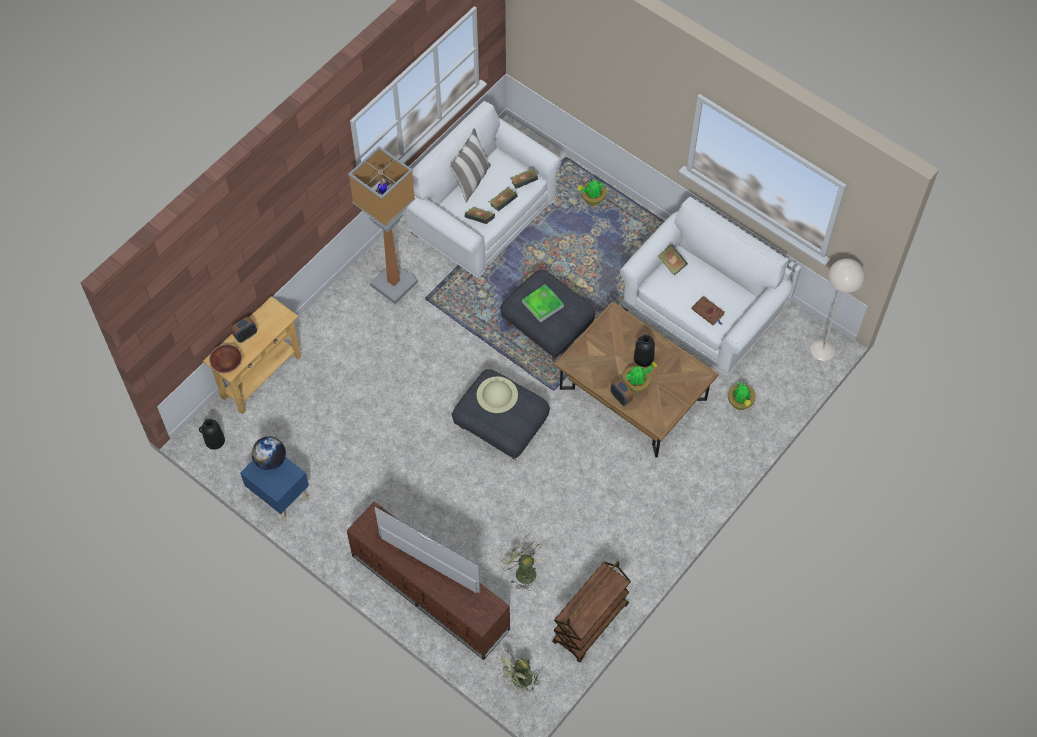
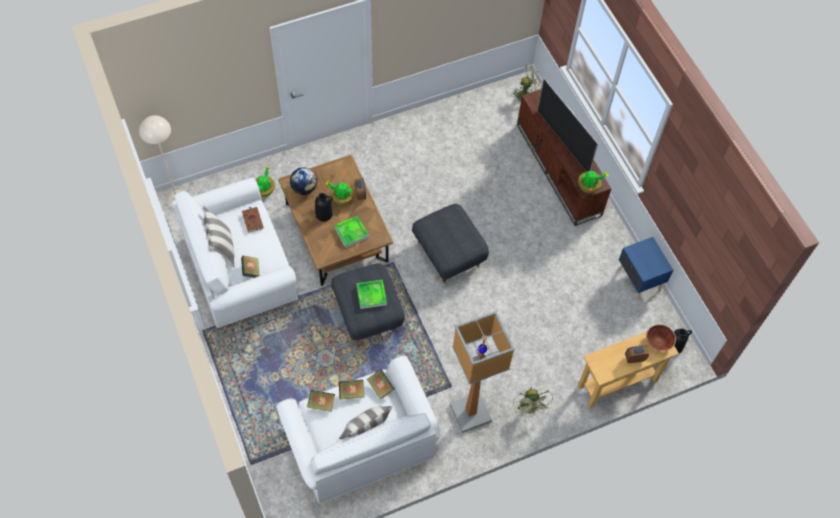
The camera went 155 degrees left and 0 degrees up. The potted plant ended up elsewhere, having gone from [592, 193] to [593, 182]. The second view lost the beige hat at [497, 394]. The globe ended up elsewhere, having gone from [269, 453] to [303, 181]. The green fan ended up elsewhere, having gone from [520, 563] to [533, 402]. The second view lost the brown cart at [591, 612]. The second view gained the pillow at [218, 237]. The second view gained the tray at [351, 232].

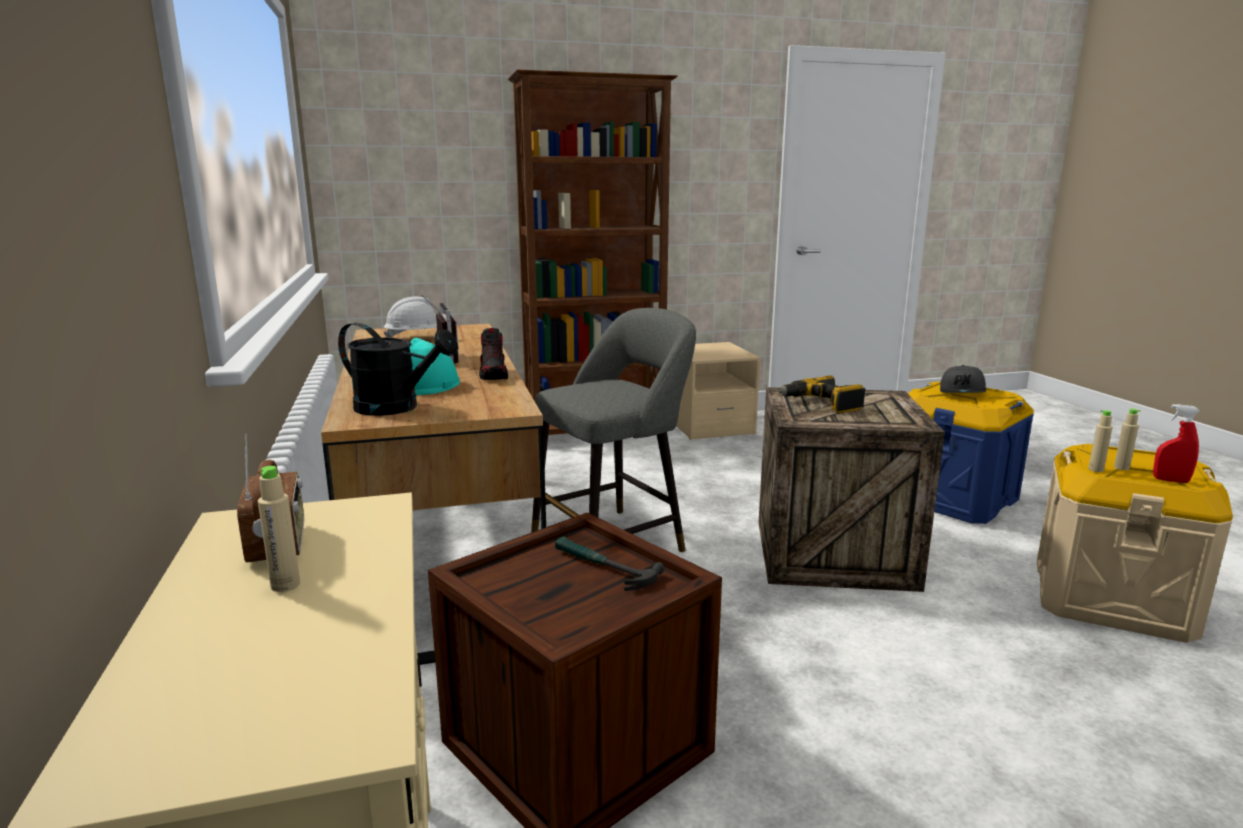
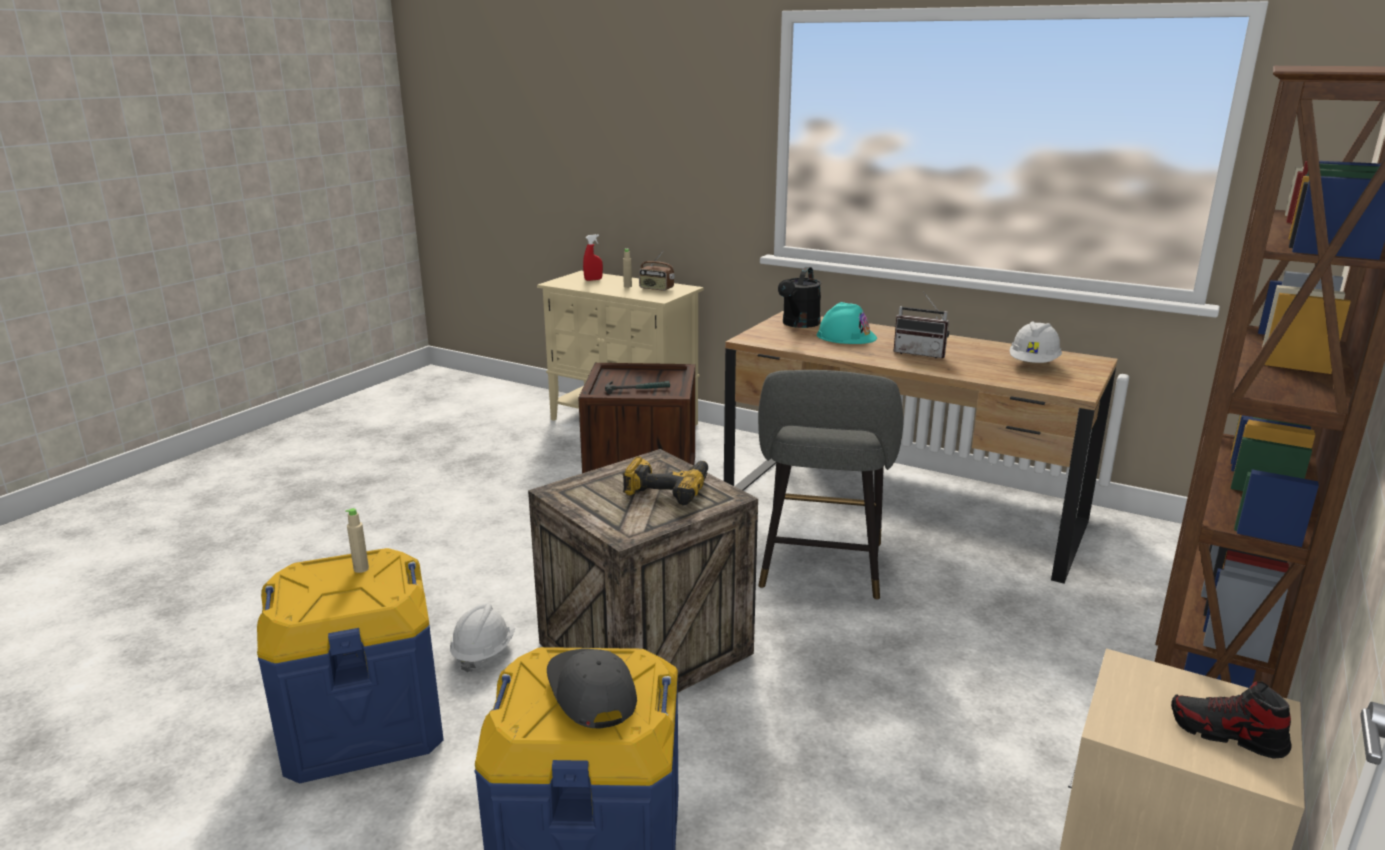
The camera went 135 degrees right and 5 degrees up. The black watering can at [398, 369] ended up facing another way, 45 degrees counterclockwise from before. The shoe ended up elsewhere, having gone from [493, 354] to [1231, 720]. The red spray bottle ended up elsewhere, having gone from [1177, 443] to [593, 257]. The second view lost the beige bottle at [1100, 441]. What was the beige storage box at [1135, 543] turned into the blue storage box at [350, 665]. The second view gained the white hard hat at [482, 638].

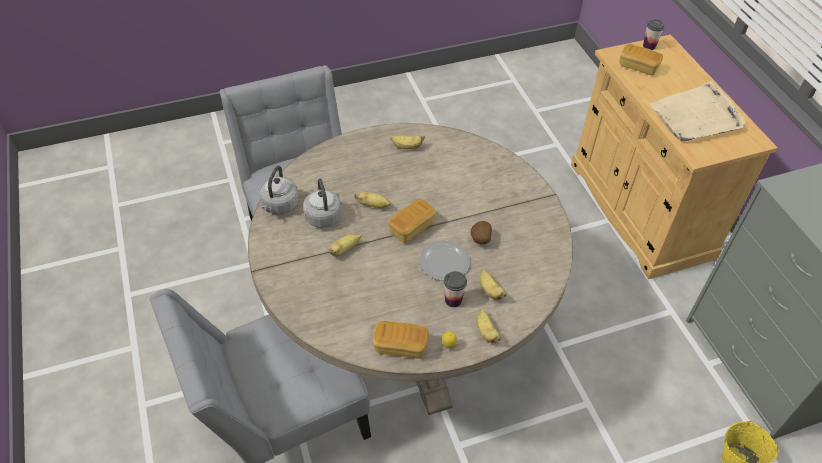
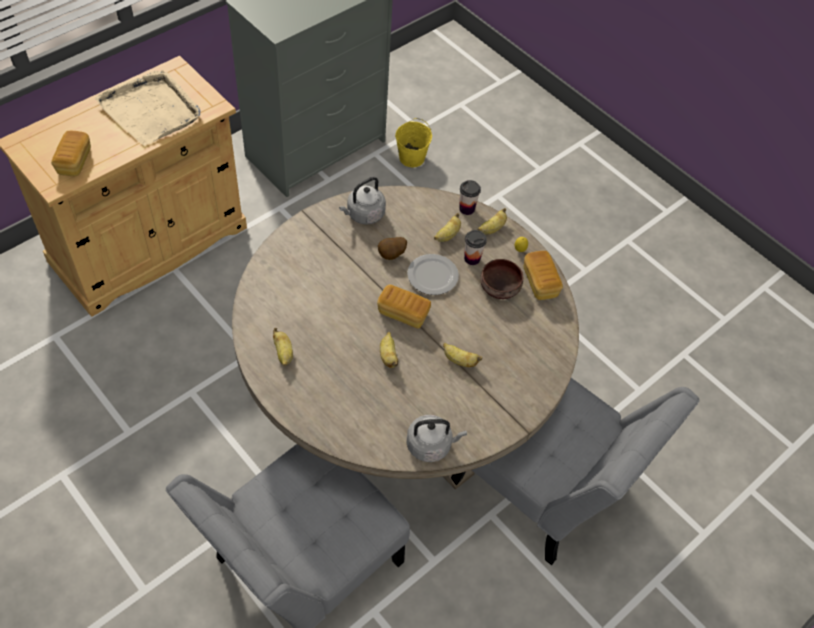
The camera went 115 degrees left and 5 degrees up. The cup ended up elsewhere, having gone from [654, 34] to [470, 197]. The grey kettle ended up elsewhere, having gone from [322, 203] to [362, 201]. The second view gained the brown bowl at [501, 279].

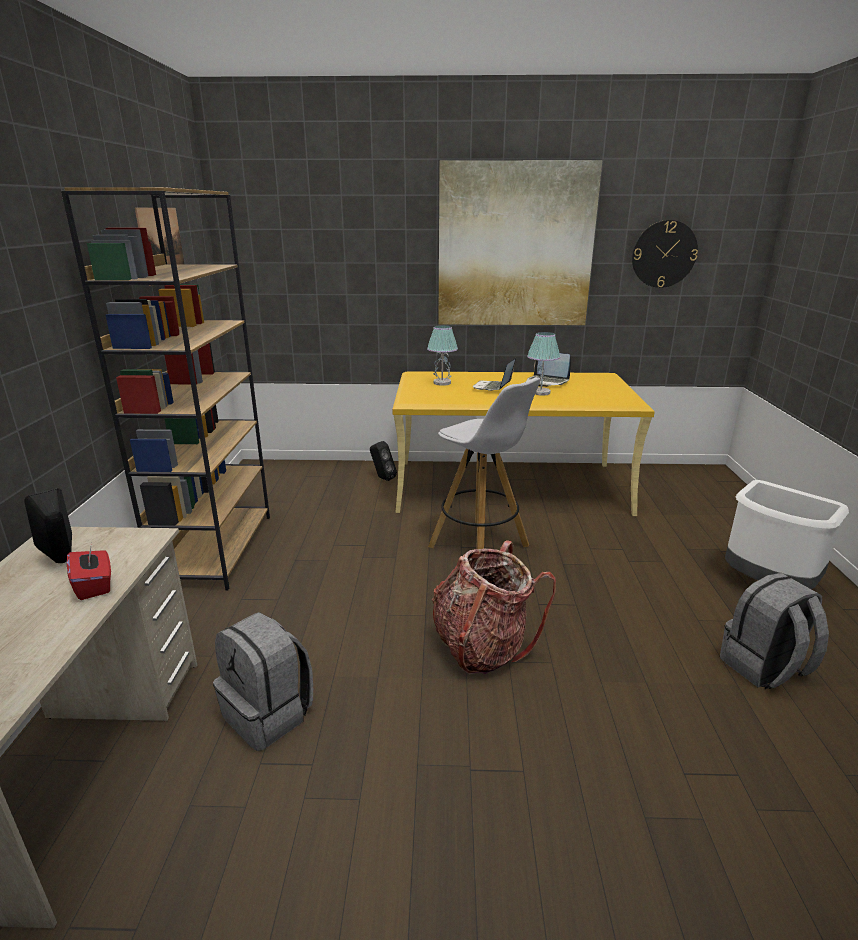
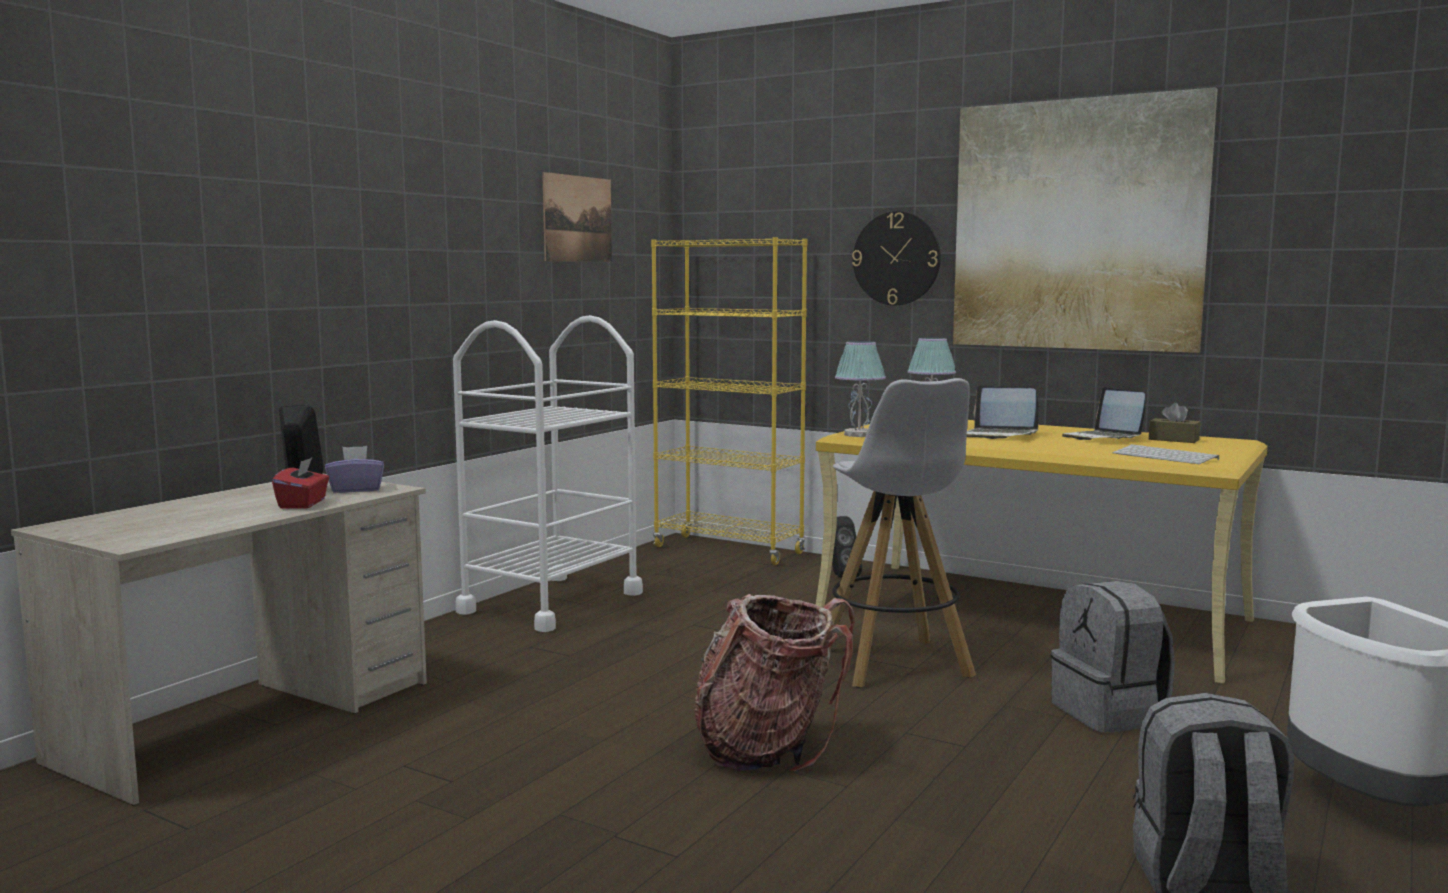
The camera went 30 degrees right and 15 degrees down. Where the brown bookcase stood at [165, 389], the white cart came to stand at [548, 473]. The wall clock ended up elsewhere, having gone from [665, 254] to [896, 258]. The table lamp ended up elsewhere, having gone from [543, 364] to [860, 389]. The laptop at [494, 374] ended up facing another way, 105 degrees counterclockwise from before. The grey backpack ended up elsewhere, having gone from [263, 681] to [1113, 657]. The second view gained the yellow bookcase at [729, 401]. The second view gained the brown tissue box at [1175, 423]. The second view gained the keyboard at [1166, 454]. The second view gained the purple tissue box at [354, 469].

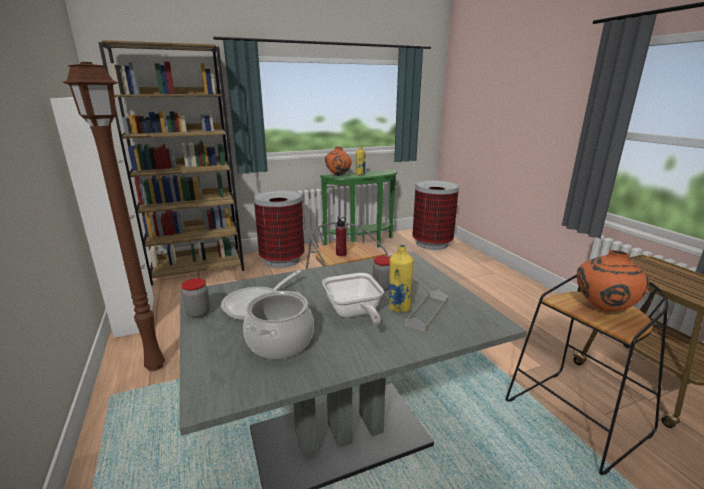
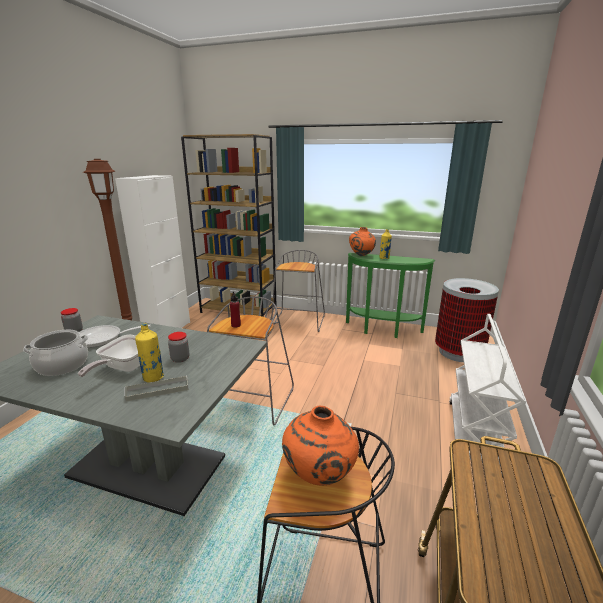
The camera went 40 degrees right and 0 degrees up. Where the trash can stood at [279, 229], the grey stool came to stand at [298, 291]. The second view gained the white cart at [487, 395].

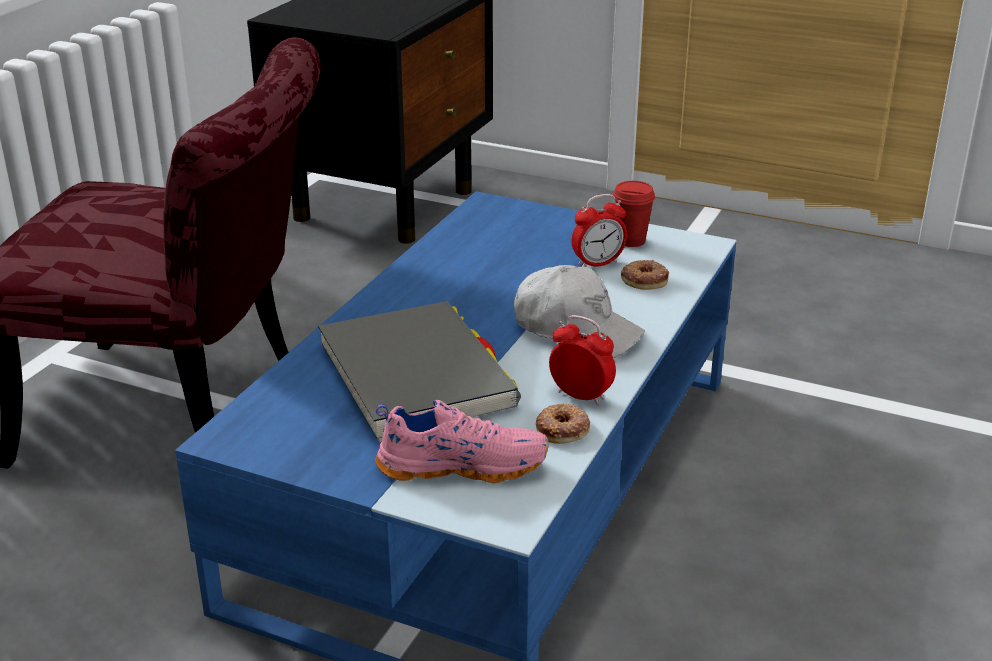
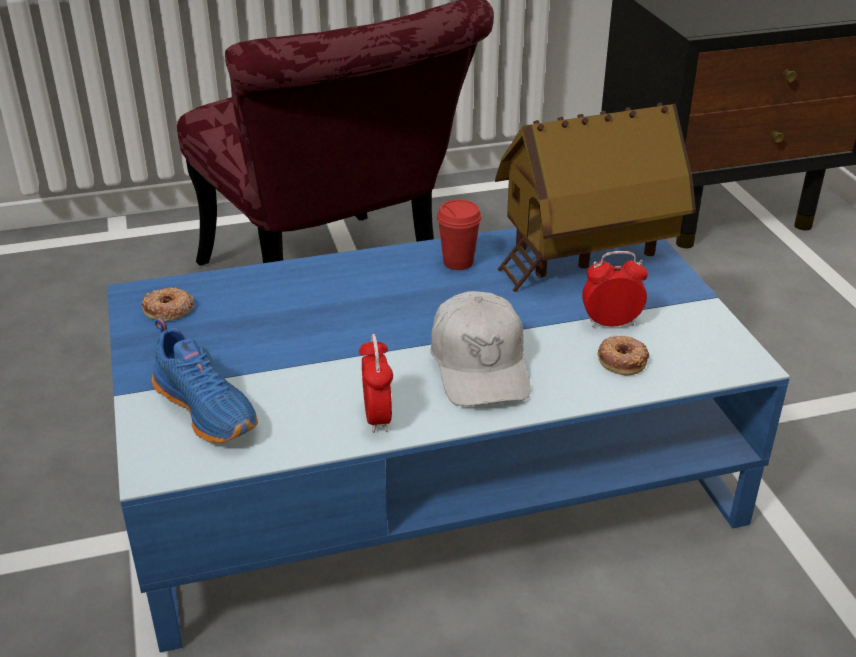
The camera went 50 degrees right and 5 degrees up. The red cup ended up elsewhere, having gone from [634, 214] to [459, 235]. The alarm clock at [599, 230] ended up facing another way, 150 degrees clockwise from before. The second view lost the grey book at [419, 371]. What was the pink shoe at [462, 441] turned into the blue shoe at [205, 380]. The donut ended up elsewhere, having gone from [563, 423] to [168, 304]. The second view gained the toy house at [595, 197].

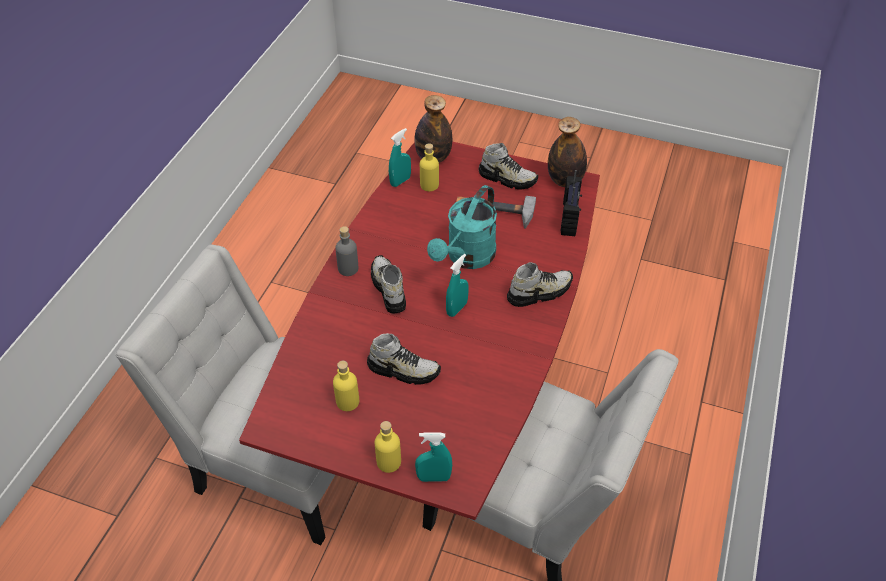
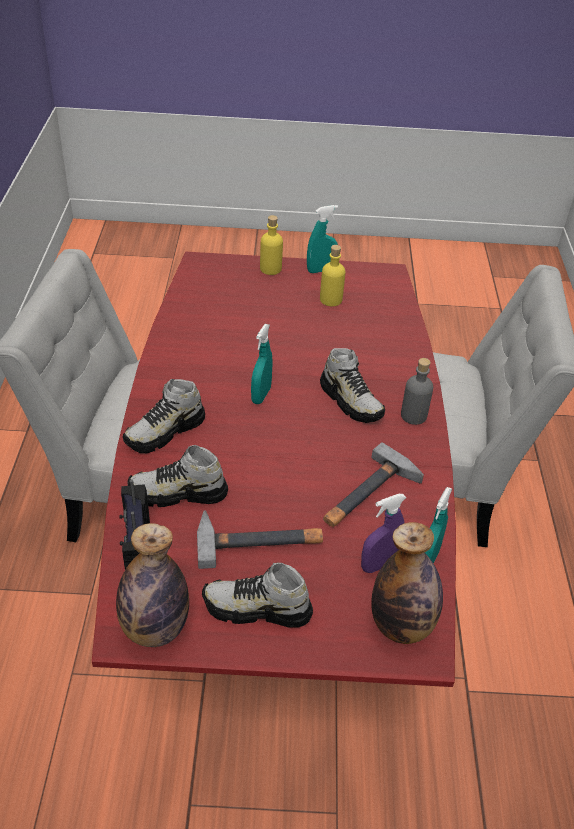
The camera went 160 degrees right and 5 degrees down. Where the yellow bottle stood at [429, 167], the purple spray bottle came to stand at [383, 533]. The second view lost the turquoise watering can at [462, 227]. The shoe ended up elsewhere, having gone from [404, 359] to [177, 476]. The turquoise spray bottle ended up elsewhere, having gone from [433, 457] to [322, 239]. The second view gained the hammer at [373, 484].

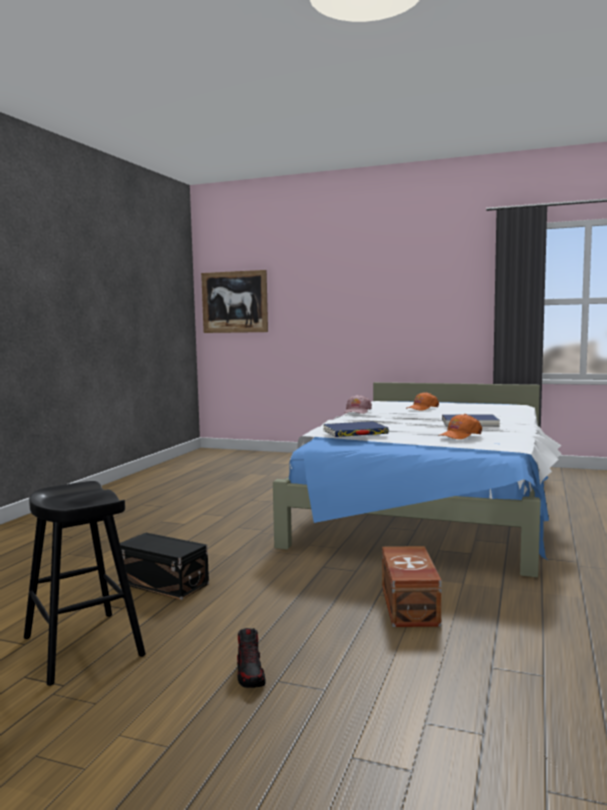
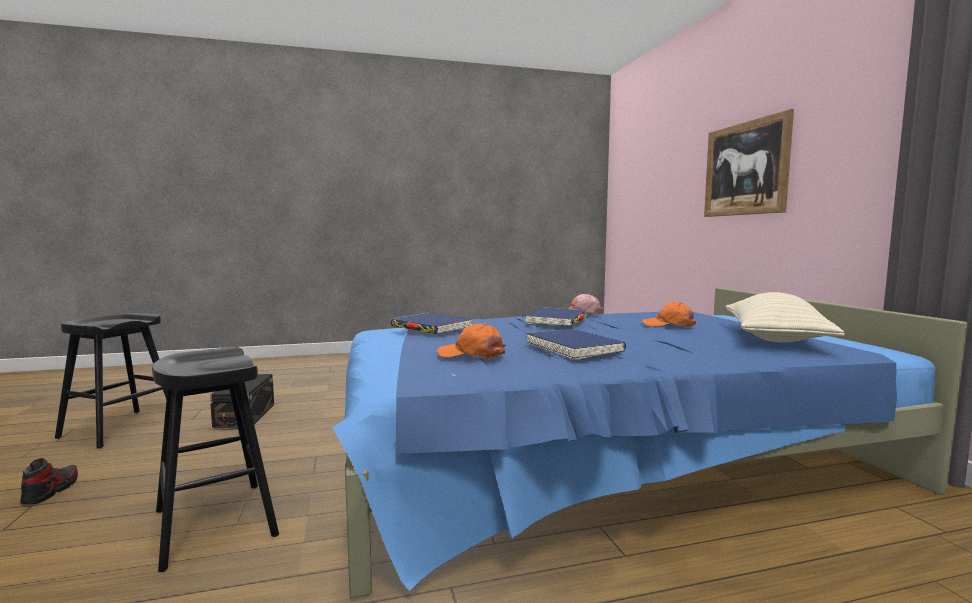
The camera went 55 degrees right and 0 degrees up. The picture ended up elsewhere, having gone from [234, 301] to [749, 163]. What was the white bed at [417, 479] turned into the blue bed at [649, 443]. Where the brown storage box stood at [411, 586], the black stool came to stand at [215, 459]. The shoe at [251, 658] ended up facing another way, 135 degrees clockwise from before. The second view gained the beige pillow at [785, 317]. The second view gained the blue book at [556, 317].

